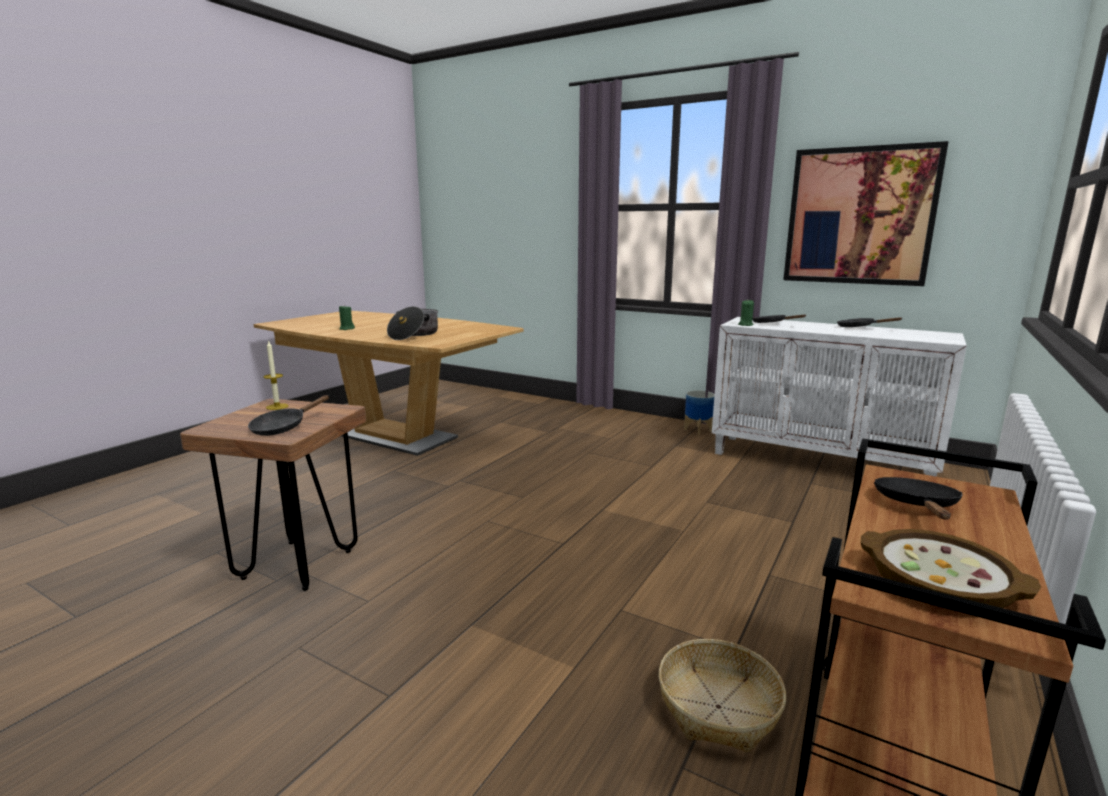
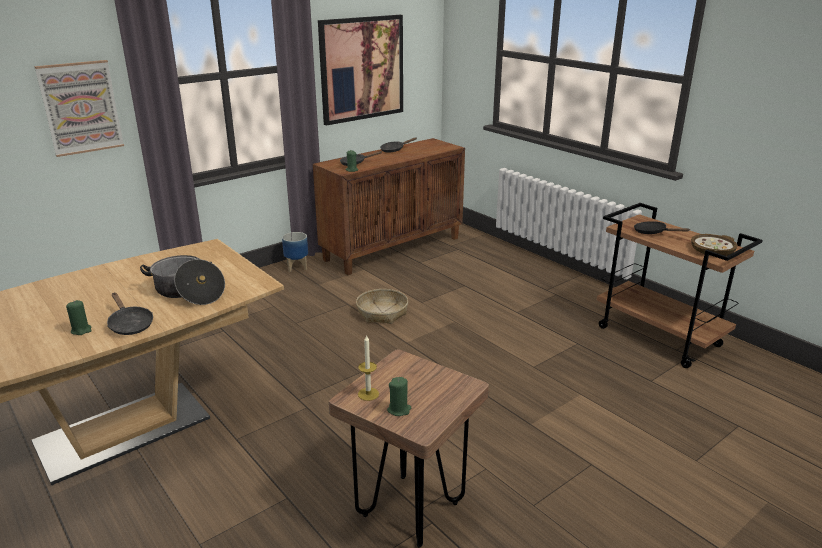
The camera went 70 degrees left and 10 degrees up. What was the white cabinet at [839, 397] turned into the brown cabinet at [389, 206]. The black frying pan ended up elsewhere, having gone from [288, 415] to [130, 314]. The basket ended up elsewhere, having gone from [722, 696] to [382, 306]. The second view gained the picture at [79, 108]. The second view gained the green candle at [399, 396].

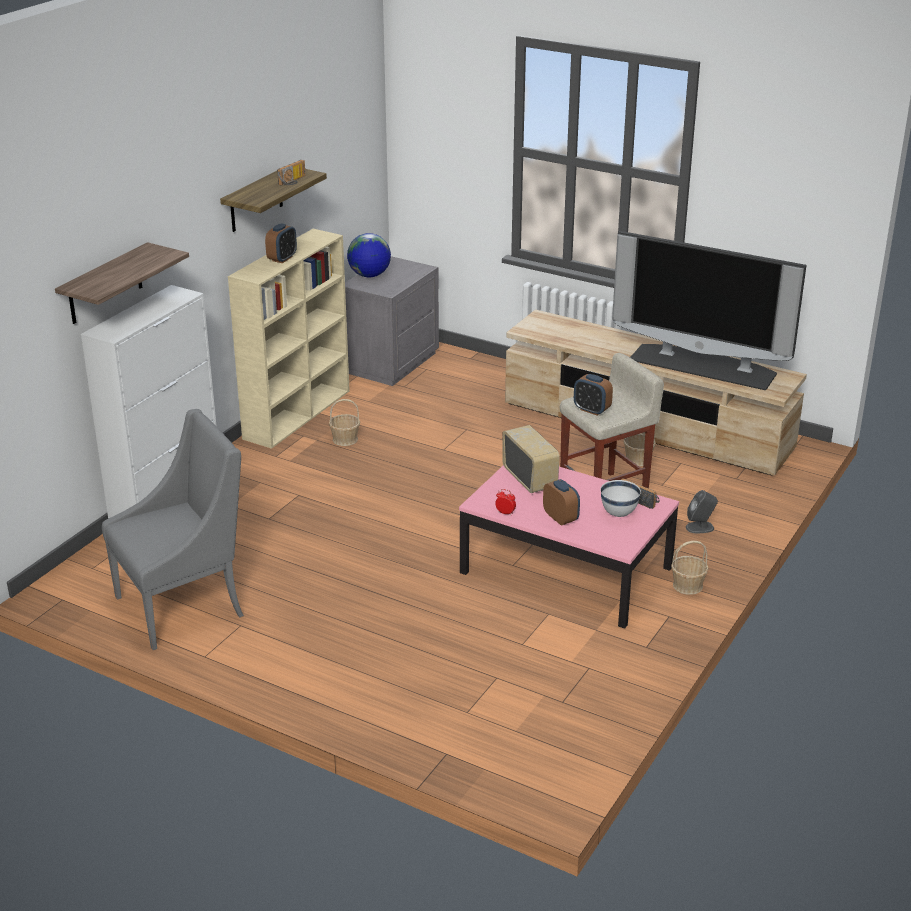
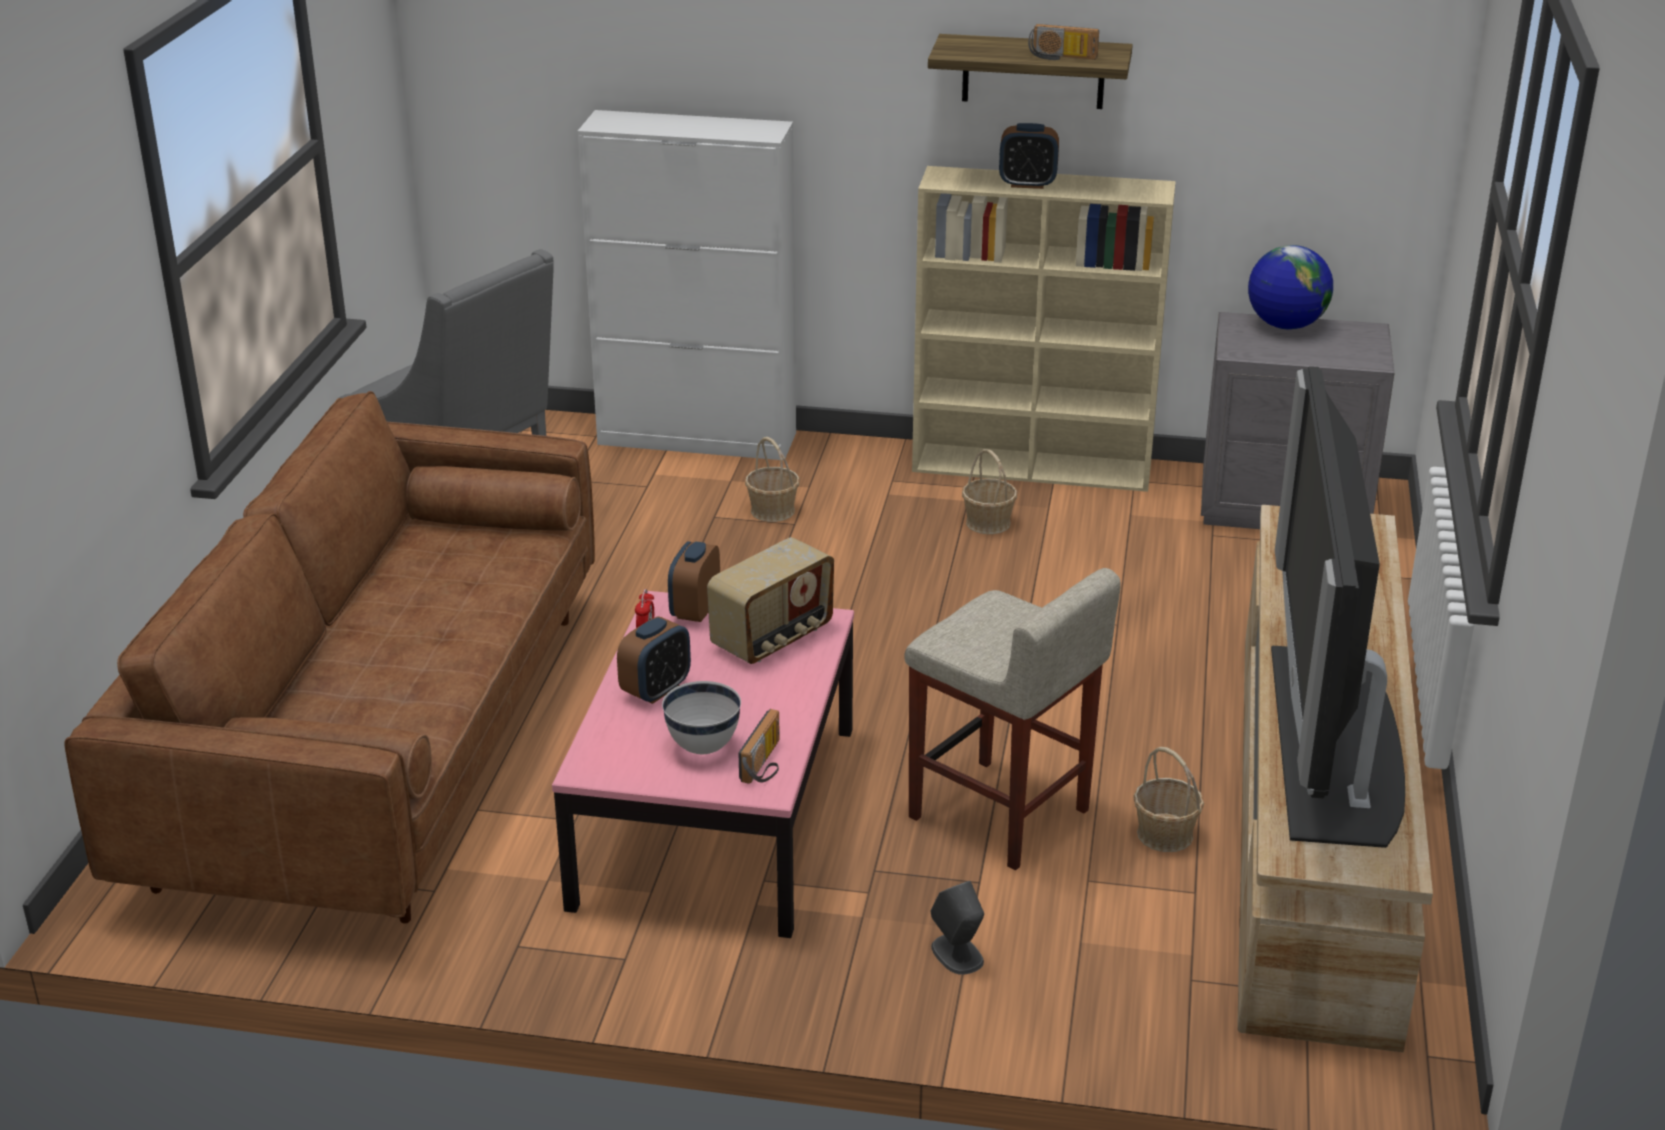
The camera went 70 degrees right and 0 degrees up. The second view lost the shelf at [122, 283]. The alarm clock ended up elsewhere, having gone from [593, 394] to [694, 581]. The basket ended up elsewhere, having gone from [690, 568] to [772, 479]. The second view gained the brown sofa at [329, 657].

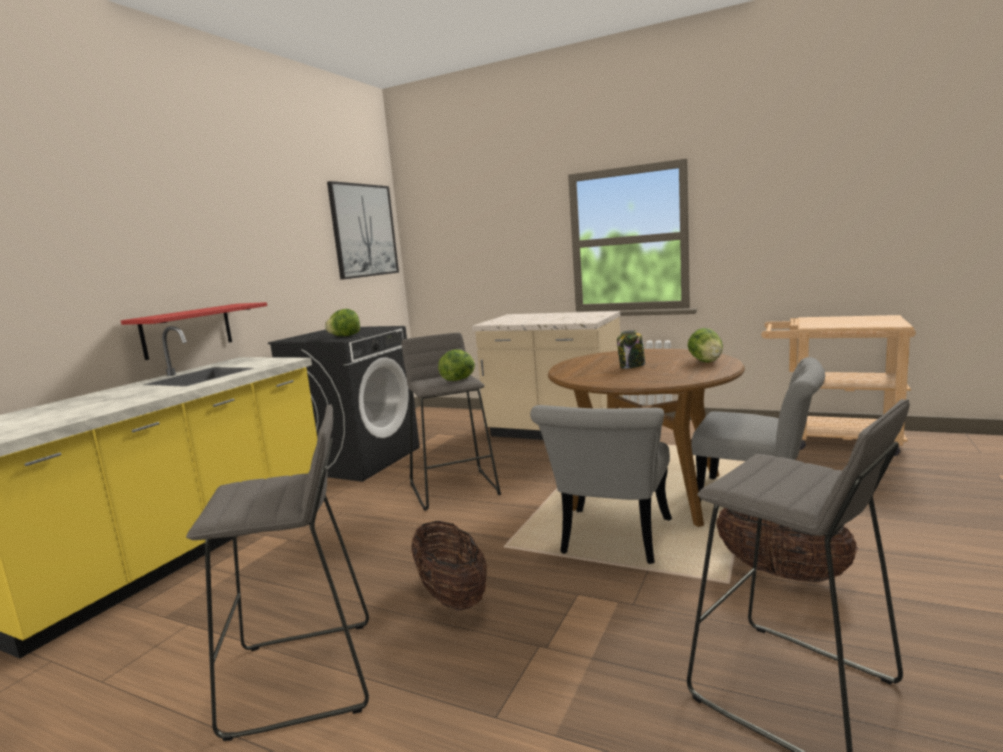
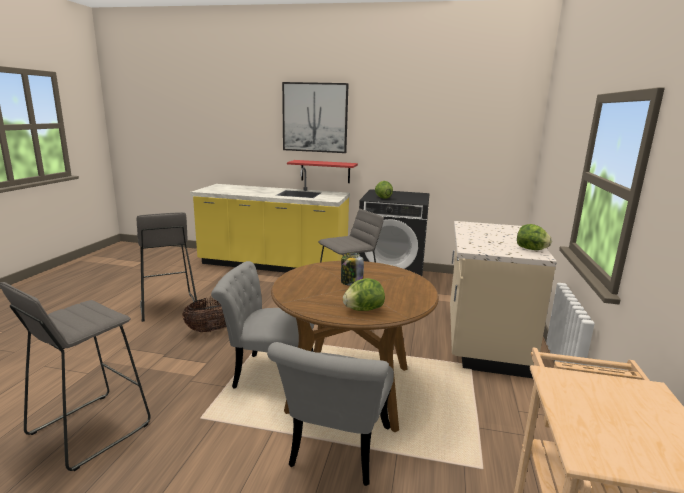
The camera went 75 degrees right and 5 degrees up. The picture ended up elsewhere, having gone from [363, 230] to [315, 117]. The lettuce ended up elsewhere, having gone from [456, 365] to [534, 237]. The second view lost the basket at [787, 545].

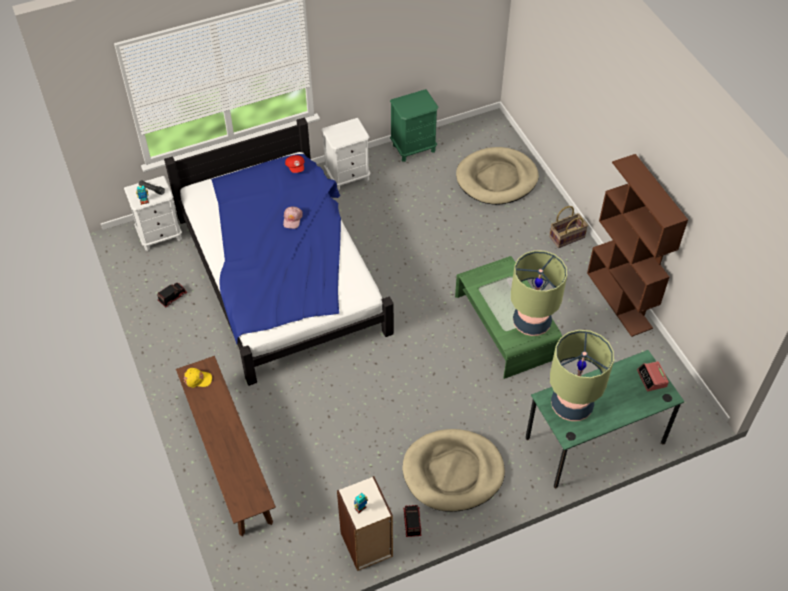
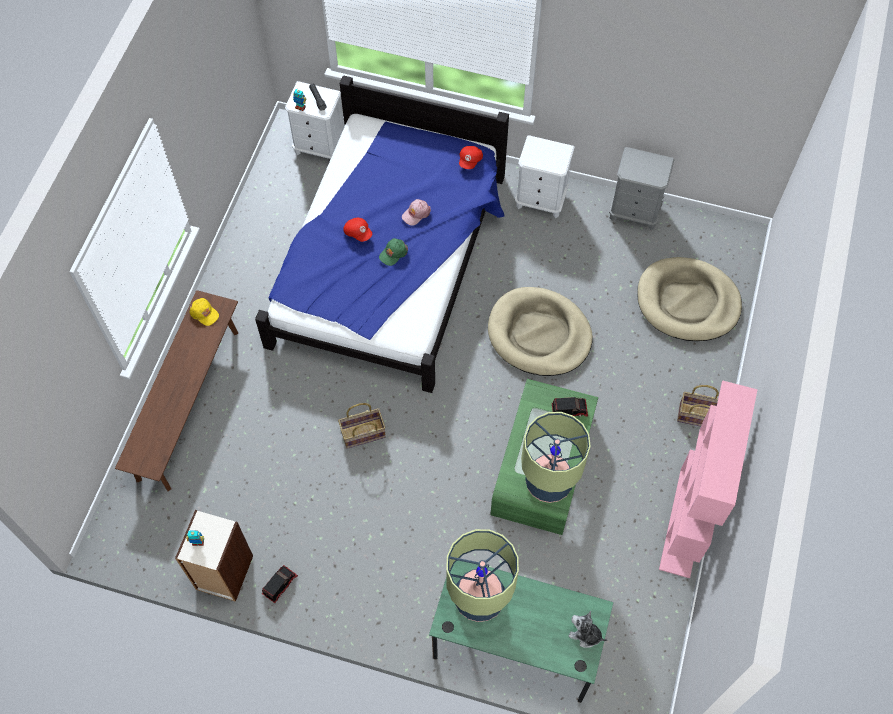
The camera went 40 degrees right and 10 degrees up. What was the green nightstand at [414, 125] turned into the grey nightstand at [642, 188]. What was the brown bookcase at [637, 245] turned into the pink bookcase at [708, 479]. The toy truck ended up elsewhere, having gone from [173, 295] to [570, 407]. Where the alarm clock stood at [653, 376], the plush toy came to stand at [588, 629]. The beige dog bed ended up elsewhere, having gone from [453, 470] to [540, 331]. The second view gained the red cap at [357, 230]. The second view gained the green cap at [393, 252]. The second view gained the basket at [362, 426].

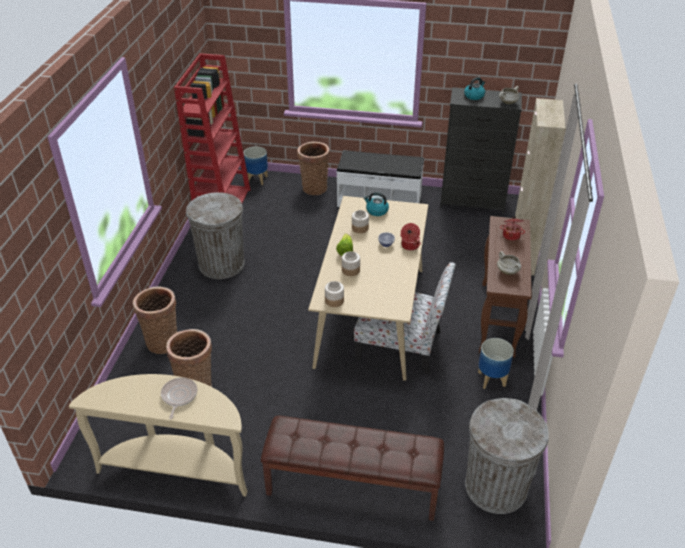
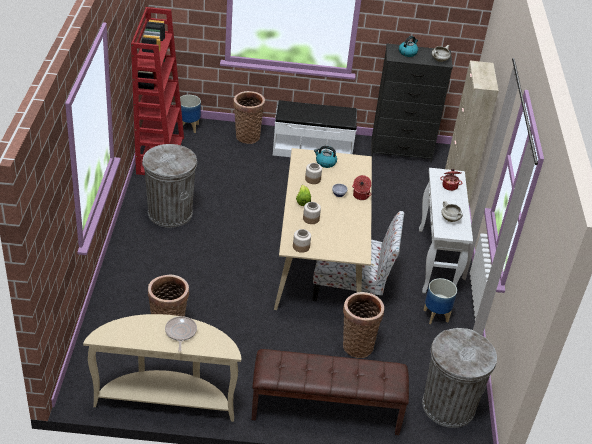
The camera went 10 degrees left and 0 degrees up. What was the brown console table at [505, 287] turned into the white console table at [446, 230]. The basket ended up elsewhere, having gone from [155, 320] to [363, 325].

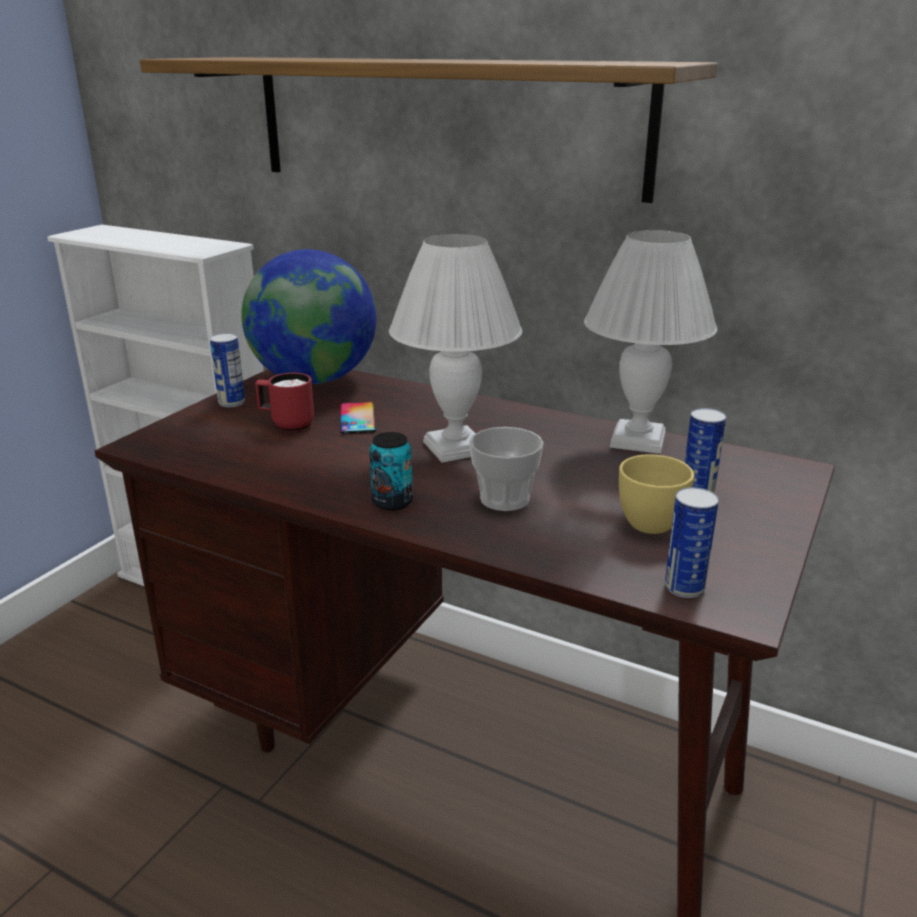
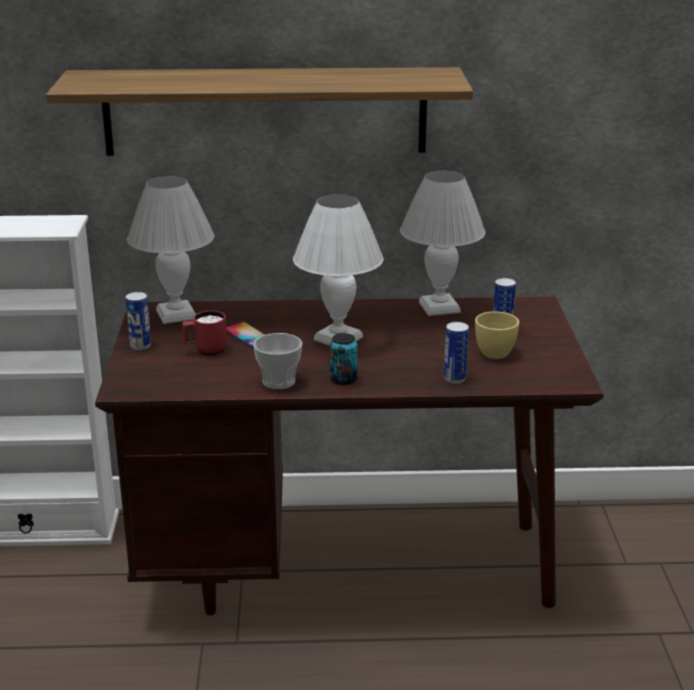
The camera went 30 degrees left and 0 degrees up. Where the globe stood at [308, 316], the white table lamp came to stand at [170, 250]. The cup ended up elsewhere, having gone from [506, 469] to [277, 361]. The can ended up elsewhere, having gone from [692, 542] to [456, 352].

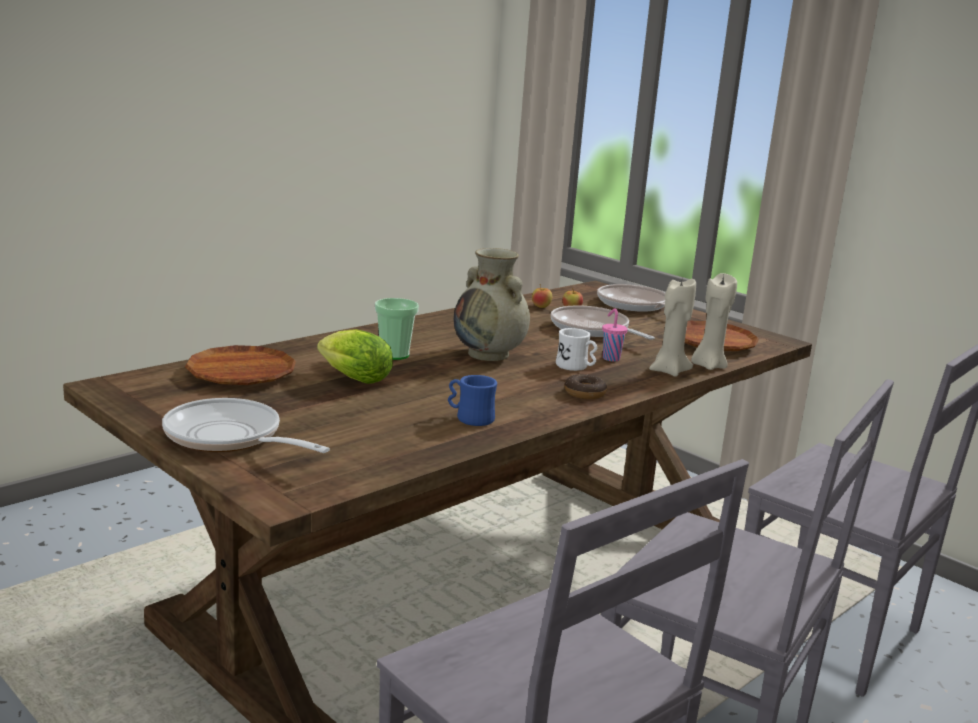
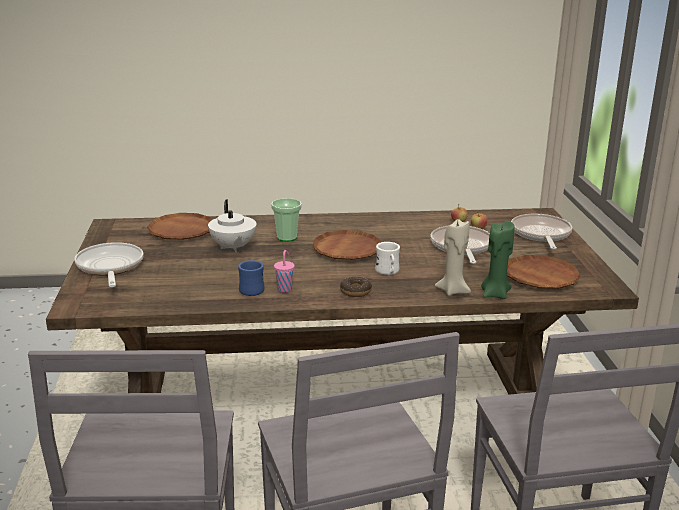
The camera went 40 degrees right and 5 degrees up. Where the beige vase stood at [492, 304], the brown plate came to stand at [347, 245]. What was the beige candle at [714, 321] turned into the green candle at [498, 260]. The pink cup ended up elsewhere, having gone from [615, 334] to [284, 271]. Where the lettuce stood at [355, 356], the white teapot came to stand at [232, 225].

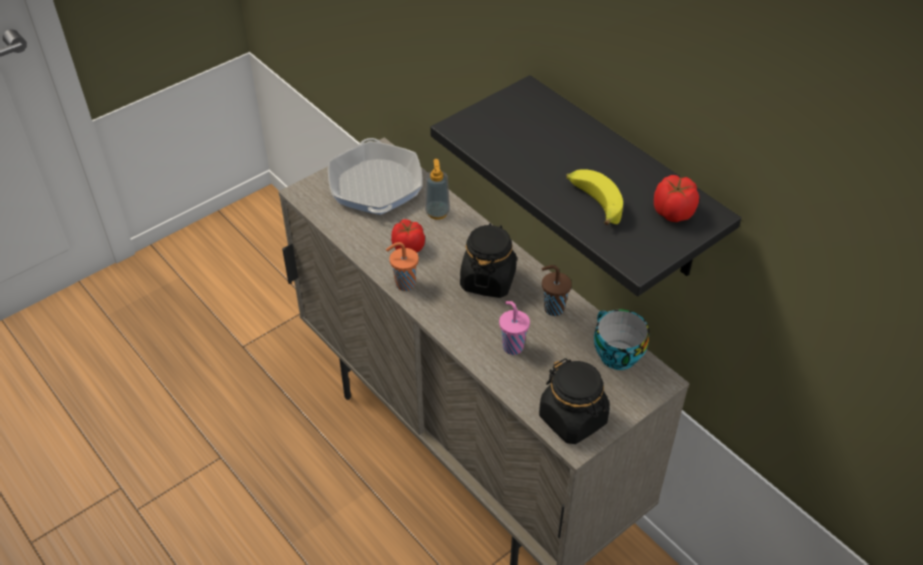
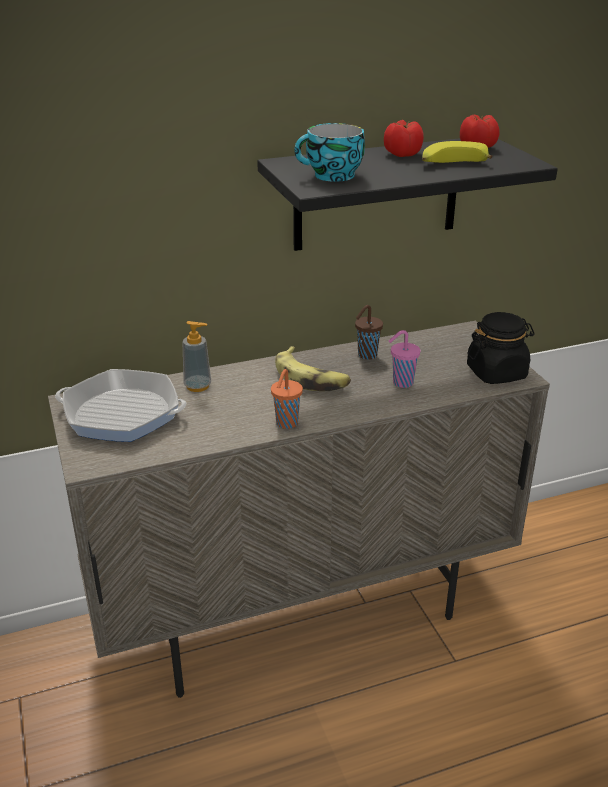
The camera went 70 degrees left and 15 degrees down. The tomato ended up elsewhere, having gone from [408, 236] to [404, 138]. Where the black jar stood at [488, 260], the banana came to stand at [313, 368]. The cup ended up elsewhere, having gone from [621, 340] to [329, 152].

